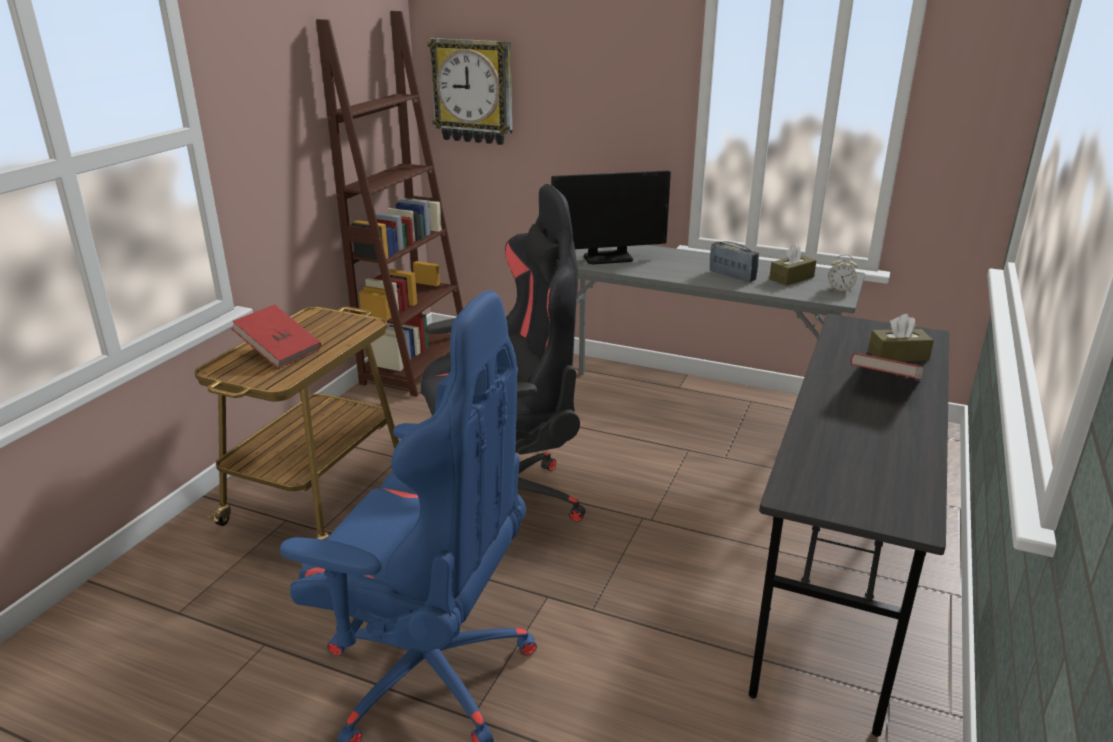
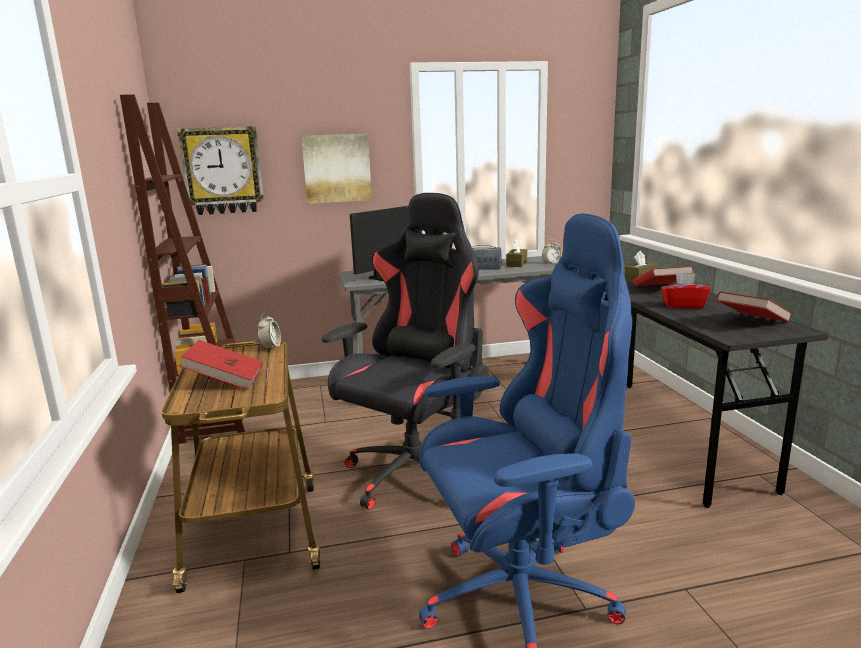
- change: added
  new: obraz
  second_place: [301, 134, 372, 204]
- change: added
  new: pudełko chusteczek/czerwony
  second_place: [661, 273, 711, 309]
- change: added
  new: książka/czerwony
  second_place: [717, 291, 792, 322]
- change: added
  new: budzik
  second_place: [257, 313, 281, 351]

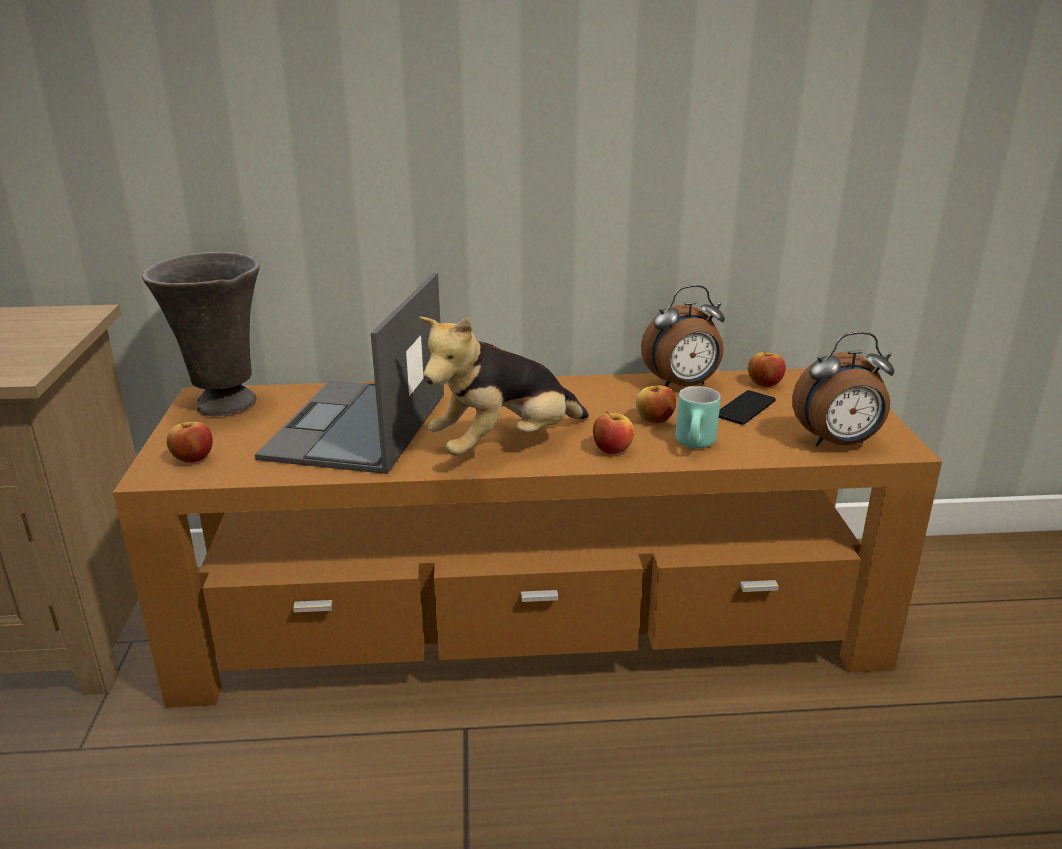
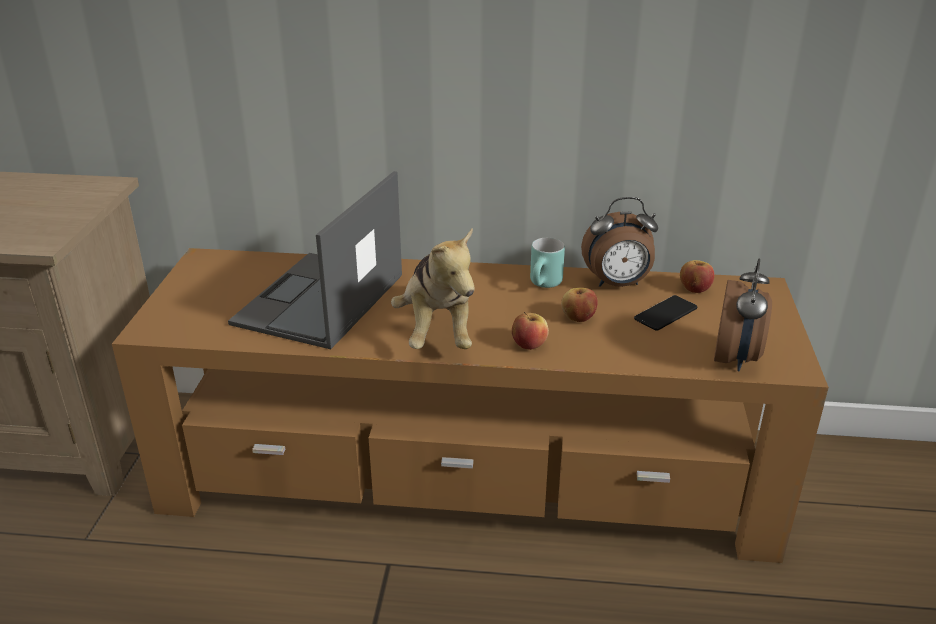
- change: removed
  old: wazon/szary
  first_place: [142, 252, 260, 416]
- change: turned
  old: pluszak
  first_place: [419, 317, 589, 456]
  second_place: [391, 227, 475, 349]
  degrees: -75
- change: turned
  old: budzik
  first_place: [792, 332, 895, 447]
  second_place: [714, 259, 772, 371]
  degrees: -75
- change: moved
  old: kubek/turkusowy
  first_place: [676, 386, 721, 448]
  second_place: [530, 238, 565, 288]
- change: removed
  old: jabłko
  first_place: [166, 422, 213, 463]

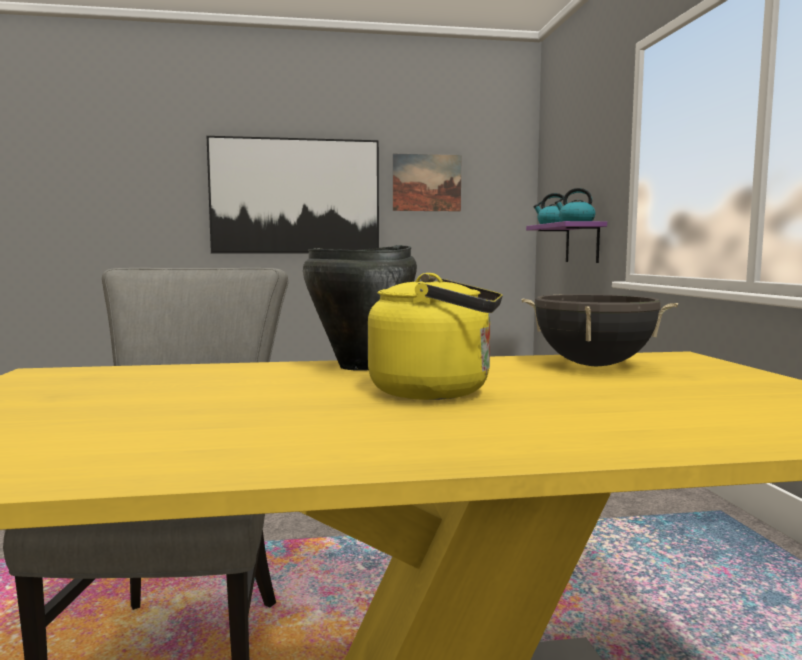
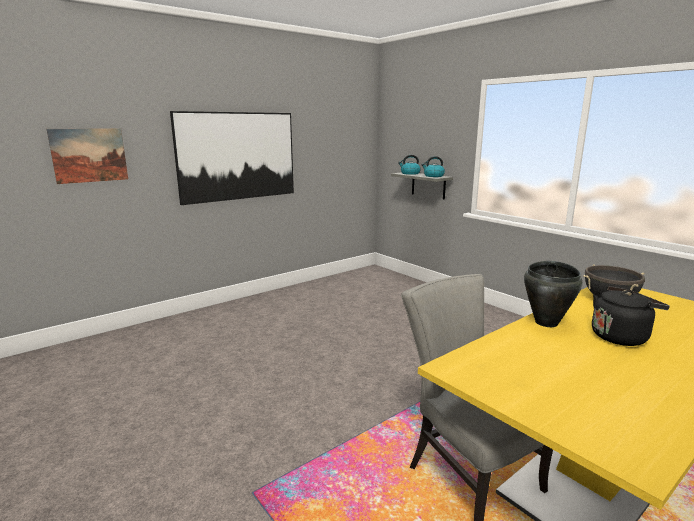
- change: moved
  old: obraz
  first_place: [393, 153, 461, 211]
  second_place: [47, 128, 128, 184]
- change: recoloured
  old: półka/fioletowy
  new: półka/szary
  first_place: [526, 221, 607, 263]
  second_place: [391, 172, 453, 199]
- change: recoloured
  old: czajnik/żółty
  new: czajnik/czarny
  first_place: [368, 273, 502, 400]
  second_place: [592, 286, 670, 346]

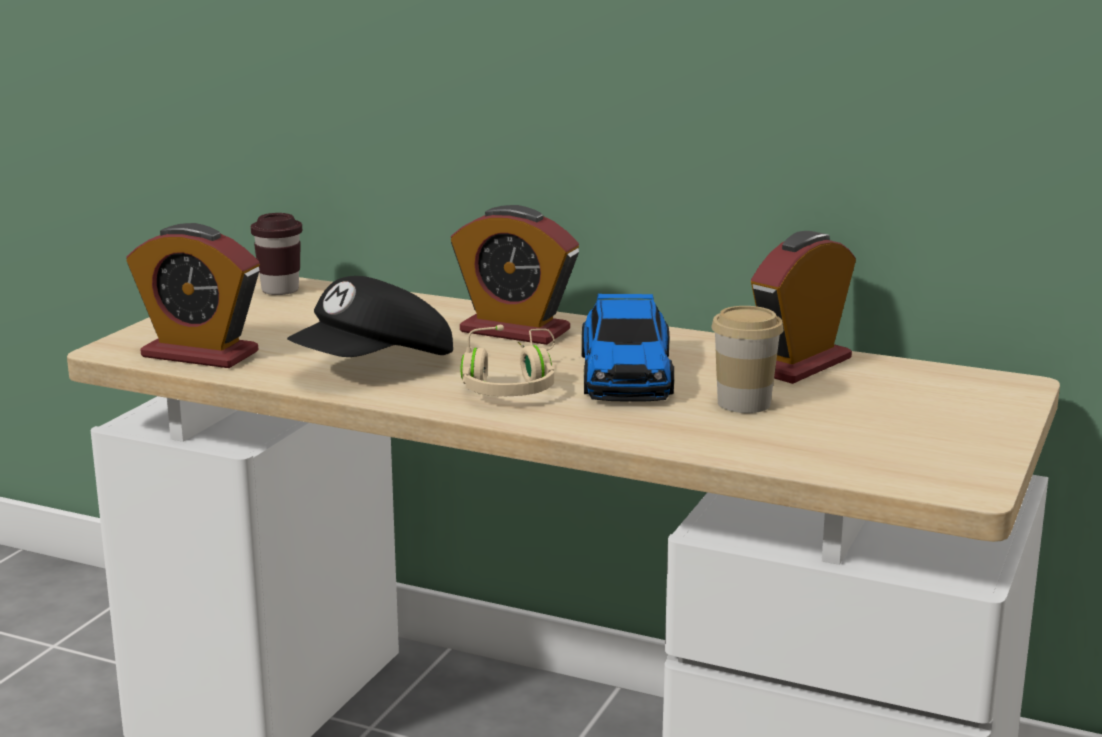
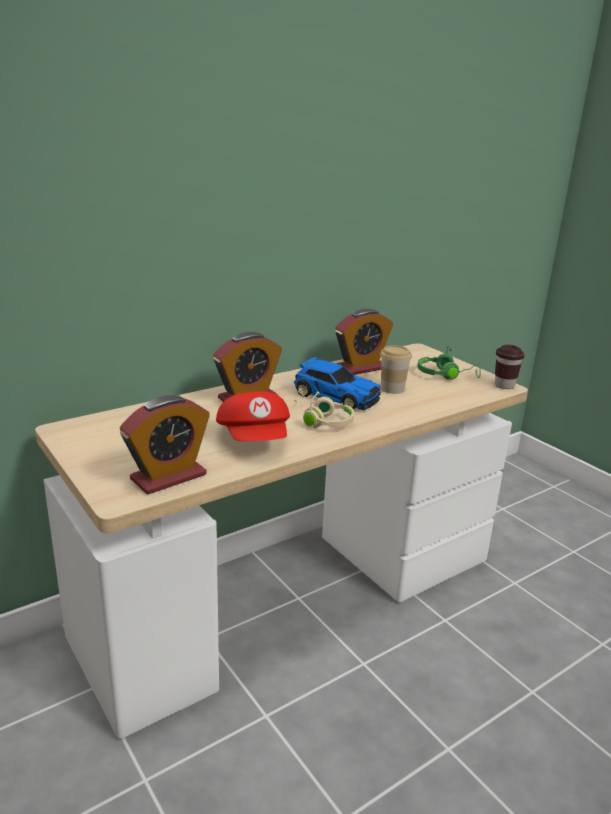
- change: moved
  old: filiżanka/brązowy
  first_place: [251, 213, 302, 295]
  second_place: [495, 345, 525, 389]
- change: turned
  old: budzik
  first_place: [751, 231, 856, 384]
  second_place: [335, 309, 393, 375]
  degrees: -105
- change: recoloured
  old: czapka z daszkiem/czarny
  new: czapka z daszkiem/czerwony
  first_place: [287, 276, 453, 357]
  second_place: [216, 391, 290, 441]
- change: added
  new: słuchawki/zielony
  second_place: [417, 346, 480, 380]

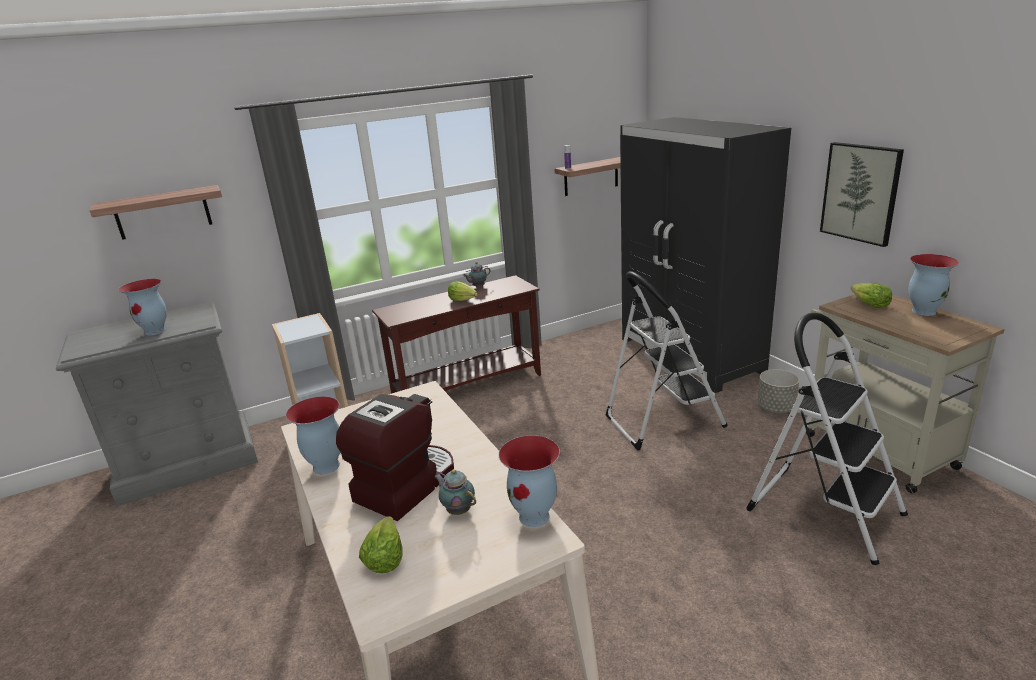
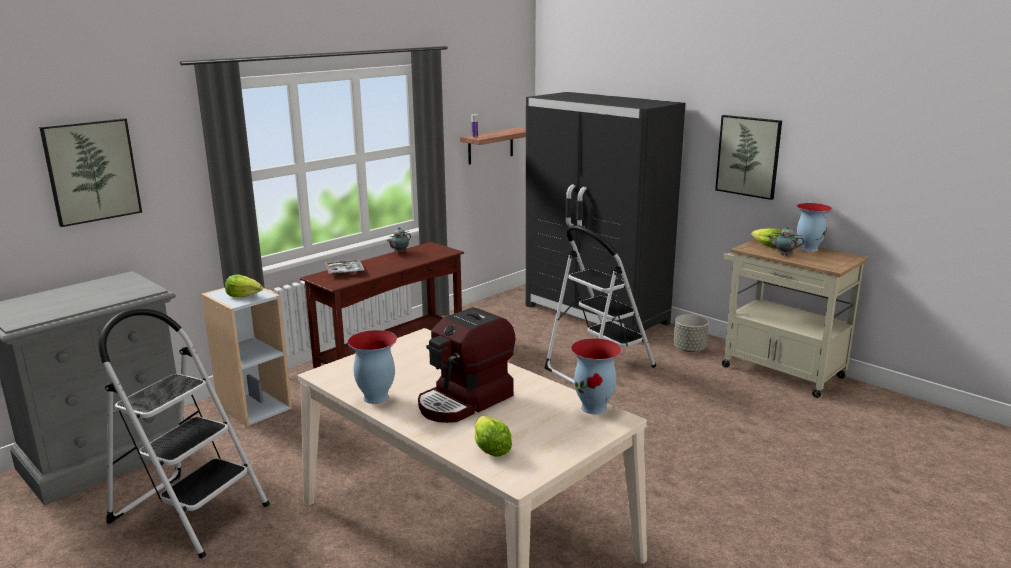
- change: replaced
  old: półka
  new: obraz
  first_place: [90, 185, 222, 240]
  second_place: [39, 118, 142, 227]
- change: removed
  old: wazon
  first_place: [118, 279, 167, 336]
- change: moved
  old: sałata
  first_place: [448, 281, 478, 301]
  second_place: [225, 274, 263, 297]
- change: moved
  old: drabinka
  first_place: [747, 313, 908, 565]
  second_place: [98, 308, 270, 558]
- change: turned
  old: ekspres do kawy
  first_place: [336, 394, 454, 521]
  second_place: [418, 307, 515, 423]
  degrees: -150
- change: moved
  old: imbryk
  first_place: [434, 469, 476, 515]
  second_place: [768, 226, 804, 255]
- change: added
  new: taca
  second_place: [325, 260, 364, 274]

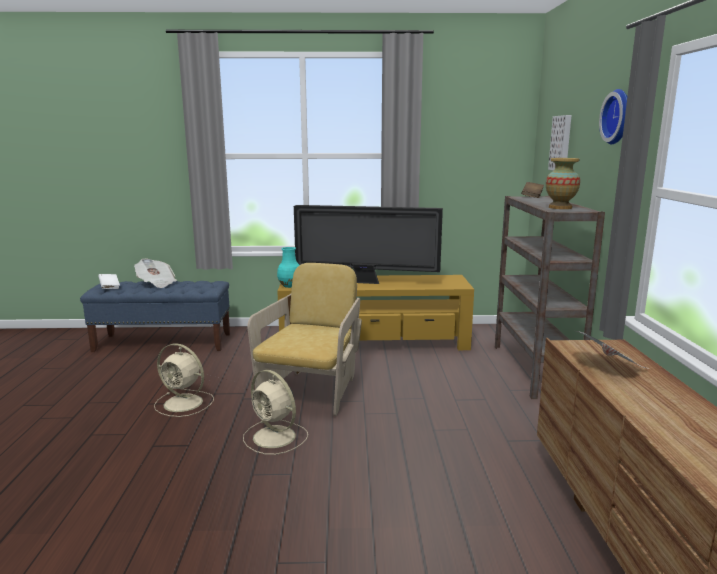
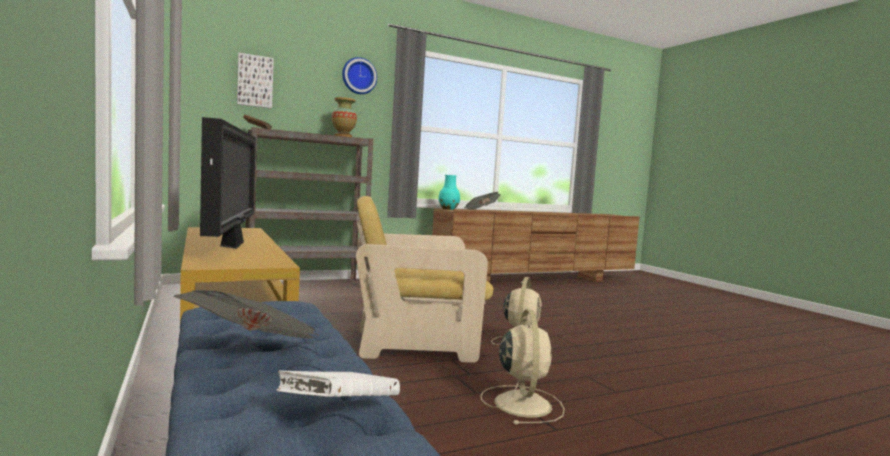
- change: moved
  old: wazon/turkusowy
  first_place: [277, 247, 299, 288]
  second_place: [438, 175, 460, 210]

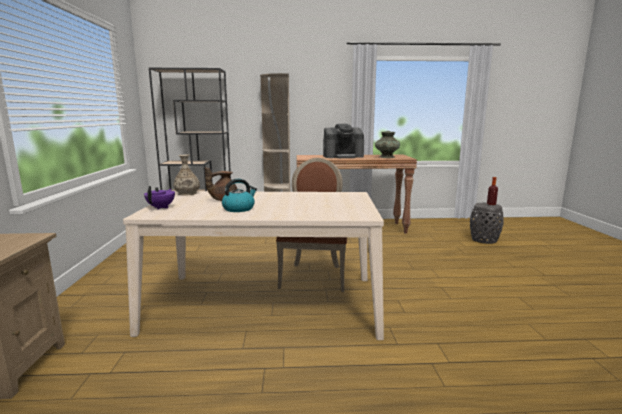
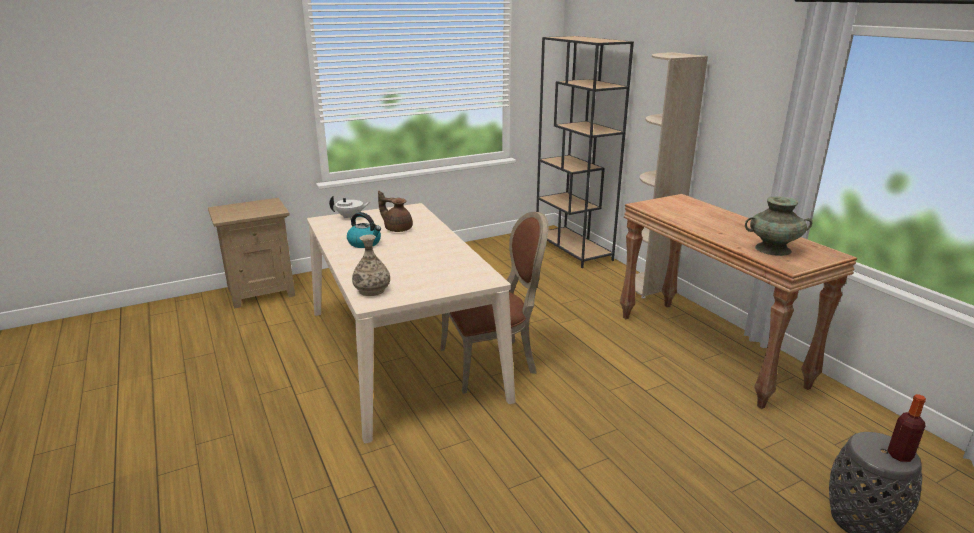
- change: removed
  old: ekspres do kawy
  first_place: [323, 124, 364, 158]
- change: moved
  old: wazon
  first_place: [173, 154, 200, 196]
  second_place: [352, 235, 390, 296]
- change: recoloured
  old: imbryk/fioletowy
  new: imbryk/biały
  first_place: [144, 186, 175, 210]
  second_place: [329, 196, 370, 220]

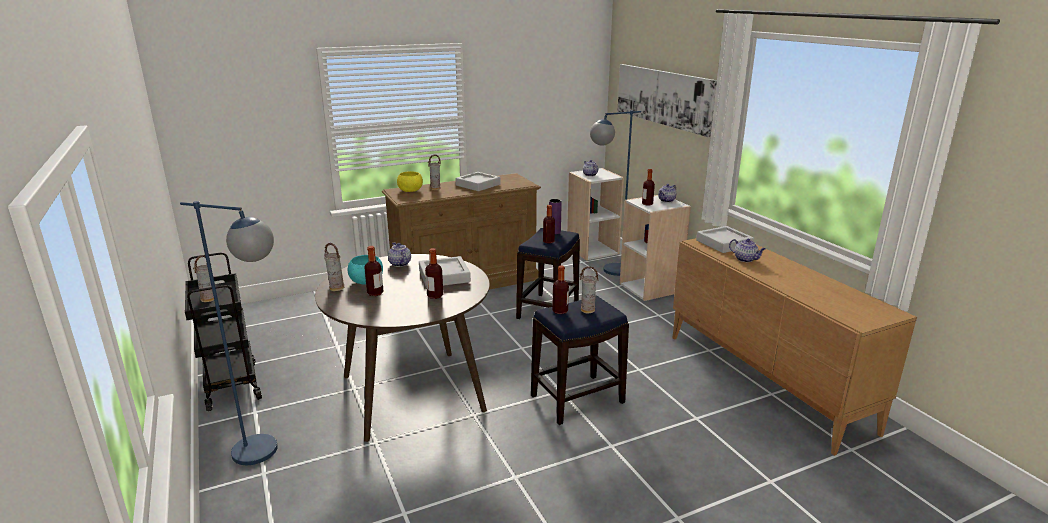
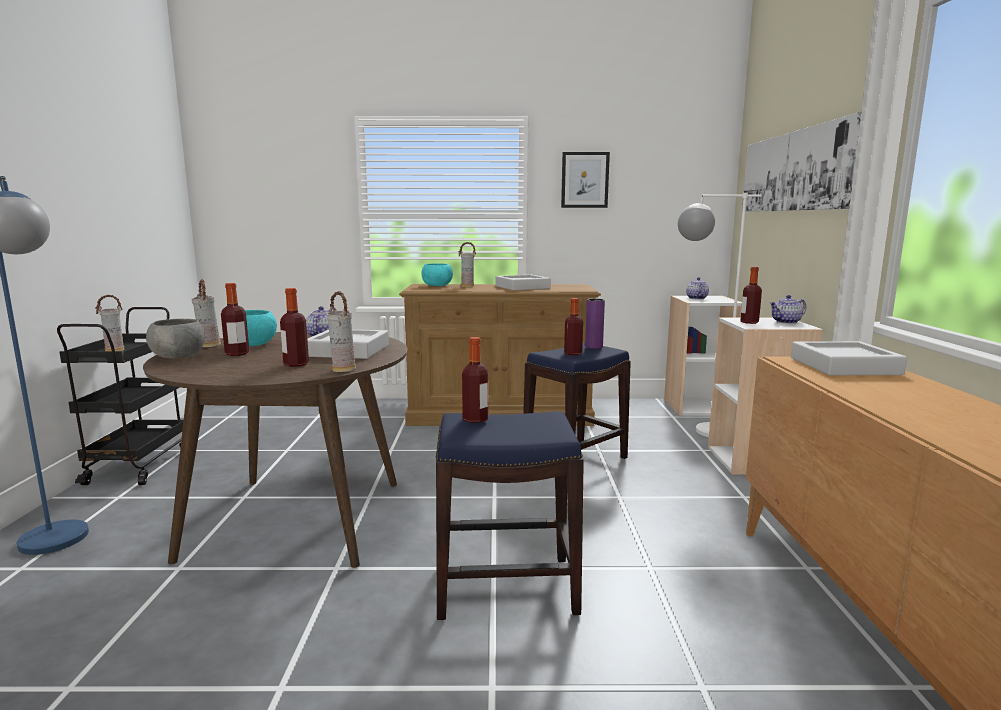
- change: recoloured
  old: lampa stojąca/niebieski
  new: lampa stojąca/biały
  first_place: [590, 110, 641, 276]
  second_place: [678, 193, 762, 437]
- change: recoloured
  old: miska/żółty
  new: miska/turkusowy
  first_place: [397, 171, 423, 192]
  second_place: [422, 264, 453, 286]
- change: removed
  old: imbryk
  first_place: [729, 239, 766, 262]
- change: moved
  old: wazon
  first_place: [580, 266, 599, 313]
  second_place: [327, 291, 356, 372]
- change: added
  new: obraz
  second_place: [561, 152, 610, 208]
- change: added
  new: miska/szary
  second_place: [146, 319, 205, 359]

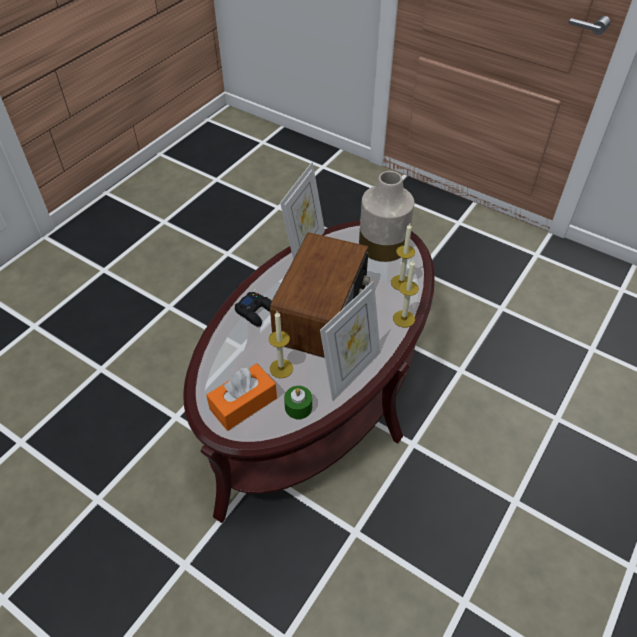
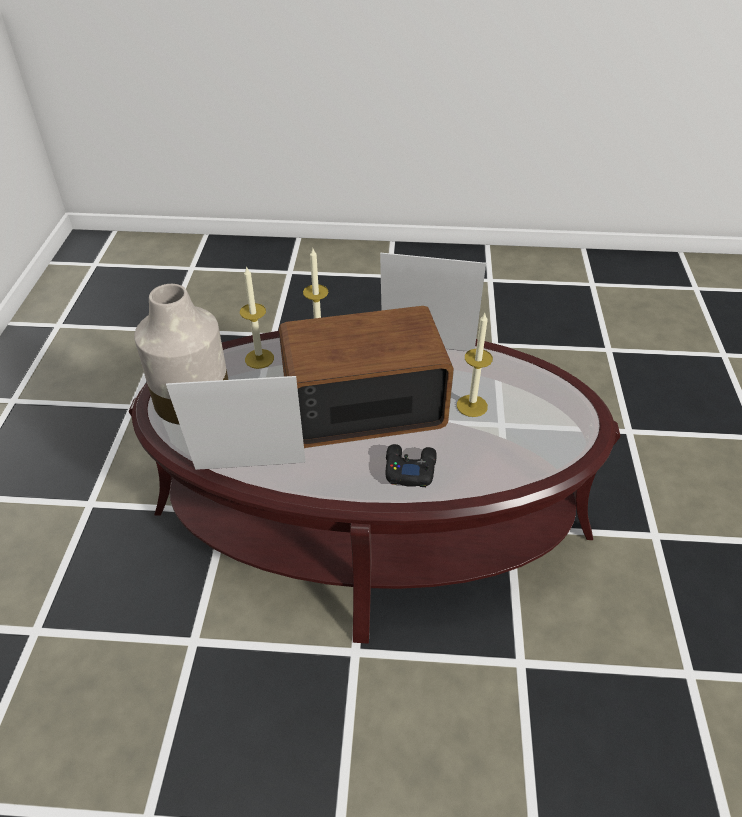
- change: removed
  old: pudełko chusteczek/pomarańczowy
  first_place: [206, 363, 277, 431]
- change: removed
  old: świeca/zielony
  first_place: [284, 386, 312, 419]

